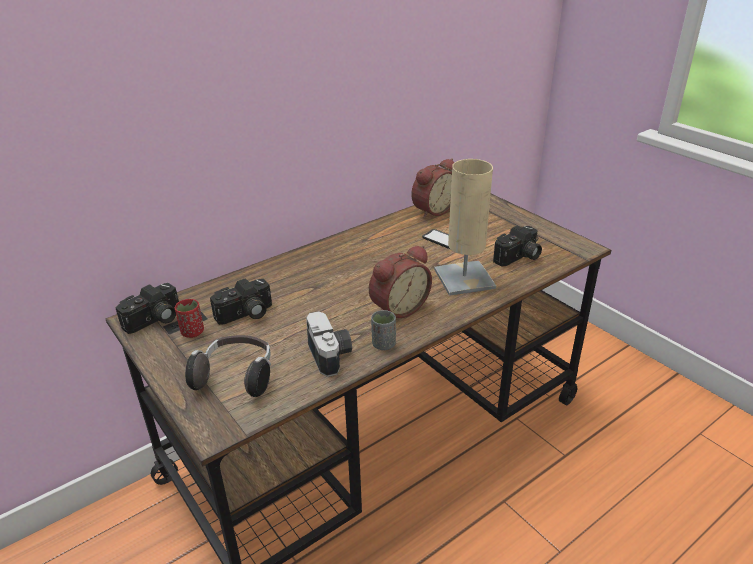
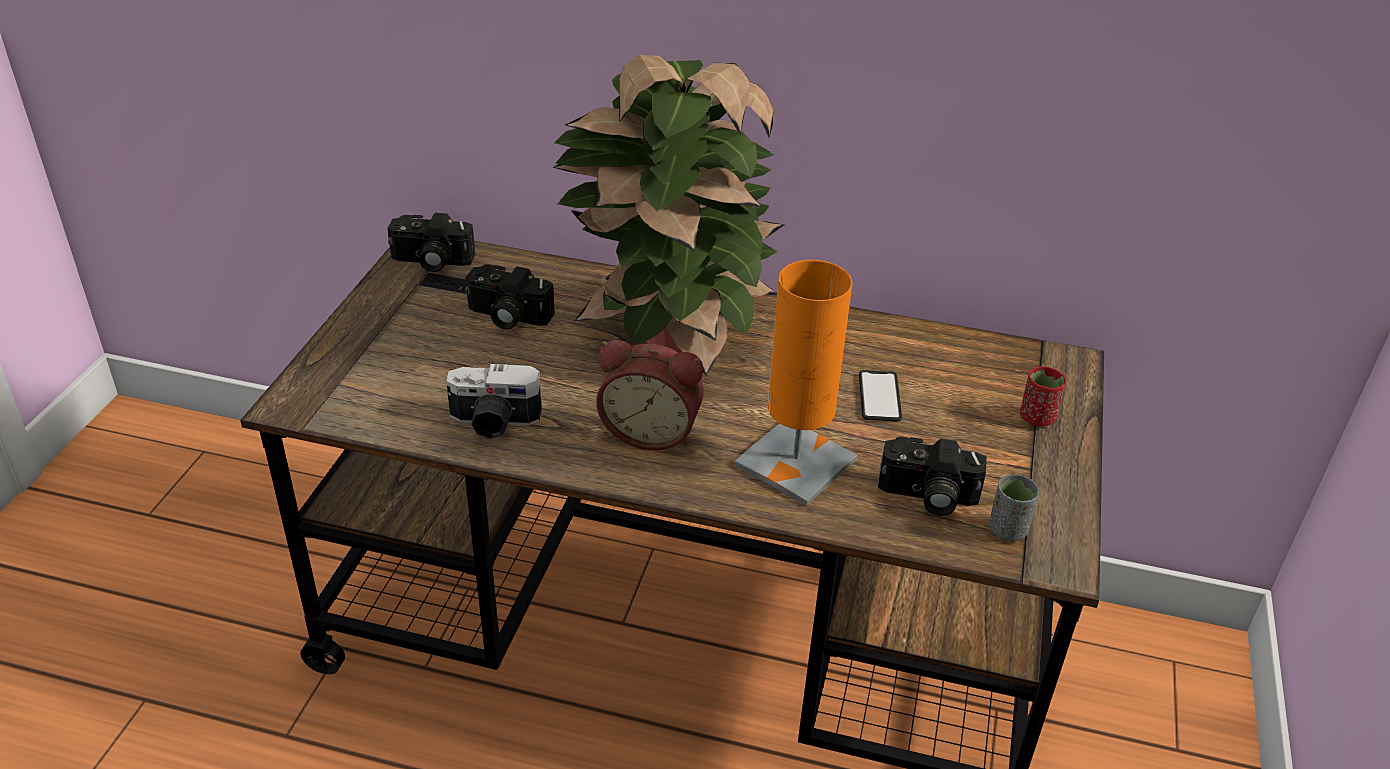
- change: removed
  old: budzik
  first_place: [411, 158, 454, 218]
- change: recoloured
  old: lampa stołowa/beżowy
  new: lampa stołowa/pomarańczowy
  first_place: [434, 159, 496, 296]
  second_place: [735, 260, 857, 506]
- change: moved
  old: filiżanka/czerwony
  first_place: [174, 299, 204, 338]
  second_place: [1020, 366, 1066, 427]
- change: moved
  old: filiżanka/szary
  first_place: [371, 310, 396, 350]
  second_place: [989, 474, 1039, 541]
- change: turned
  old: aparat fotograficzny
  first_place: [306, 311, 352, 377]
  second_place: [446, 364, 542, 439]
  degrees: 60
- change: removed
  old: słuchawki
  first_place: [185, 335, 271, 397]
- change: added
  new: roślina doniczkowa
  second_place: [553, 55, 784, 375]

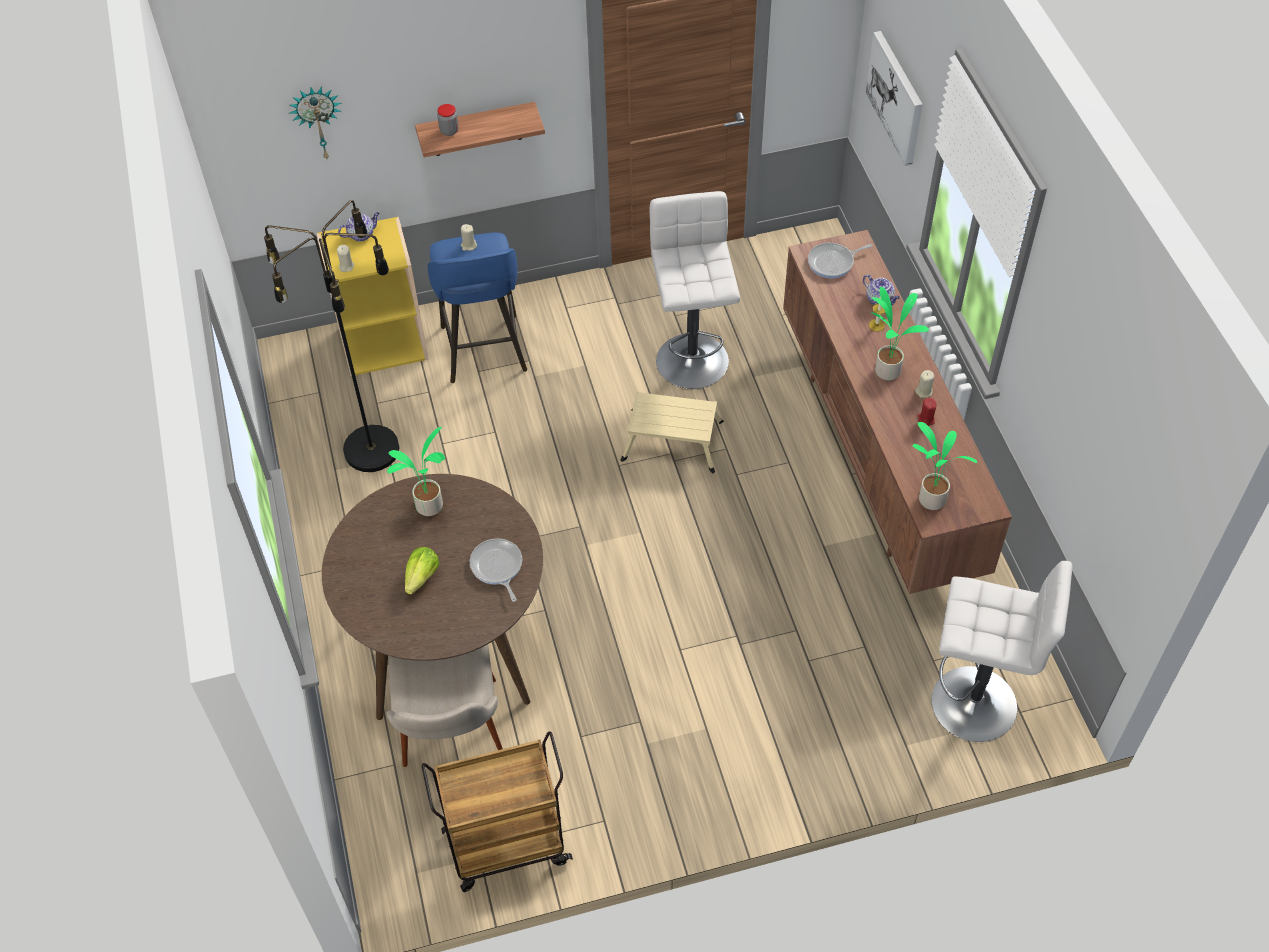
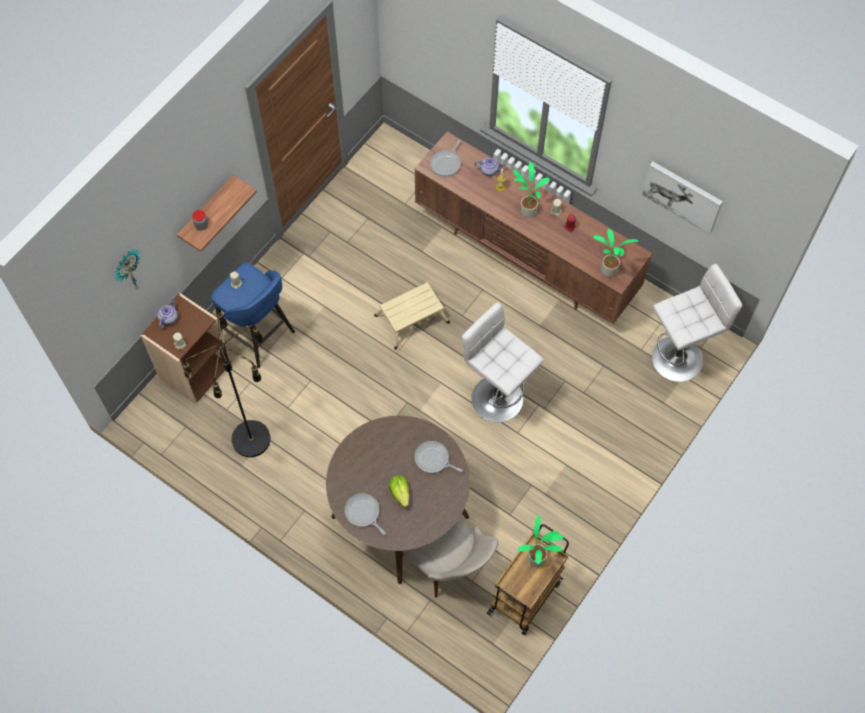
- change: moved
  old: obraz
  first_place: [866, 31, 923, 166]
  second_place: [642, 162, 723, 234]
- change: moved
  old: stołek/biały
  first_place: [650, 191, 740, 389]
  second_place: [462, 302, 544, 422]
- change: recoloured
  old: regał/żółty
  new: regał/brązowy
  first_place: [317, 217, 429, 376]
  second_place: [140, 293, 231, 404]
- change: moved
  old: roślina doniczkowa
  first_place: [387, 427, 445, 516]
  second_place: [518, 516, 564, 567]
- change: added
  new: patelnia
  second_place: [345, 493, 386, 535]

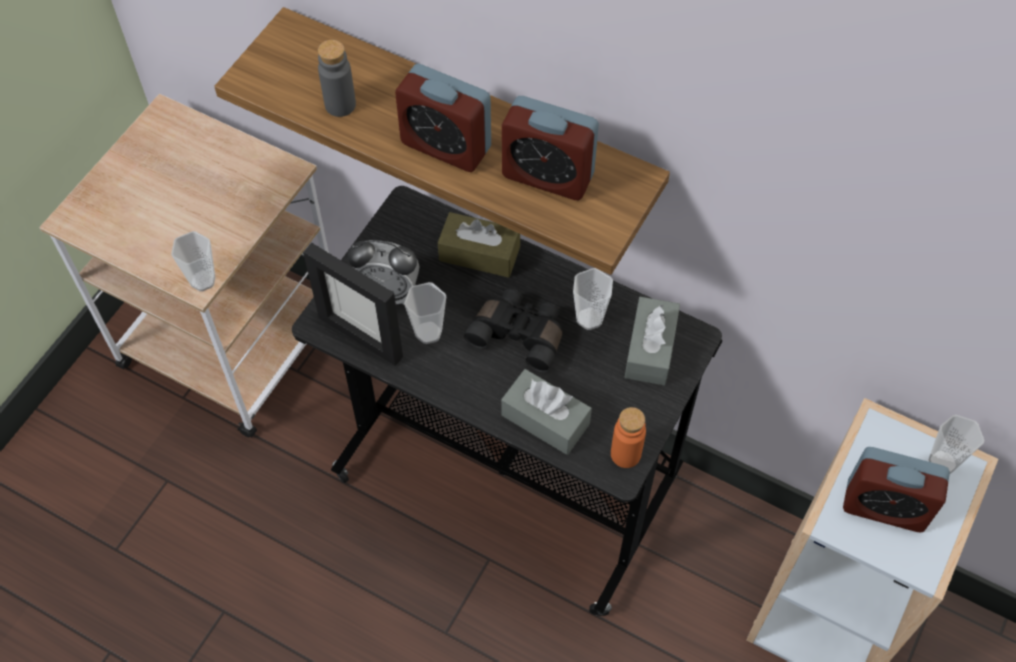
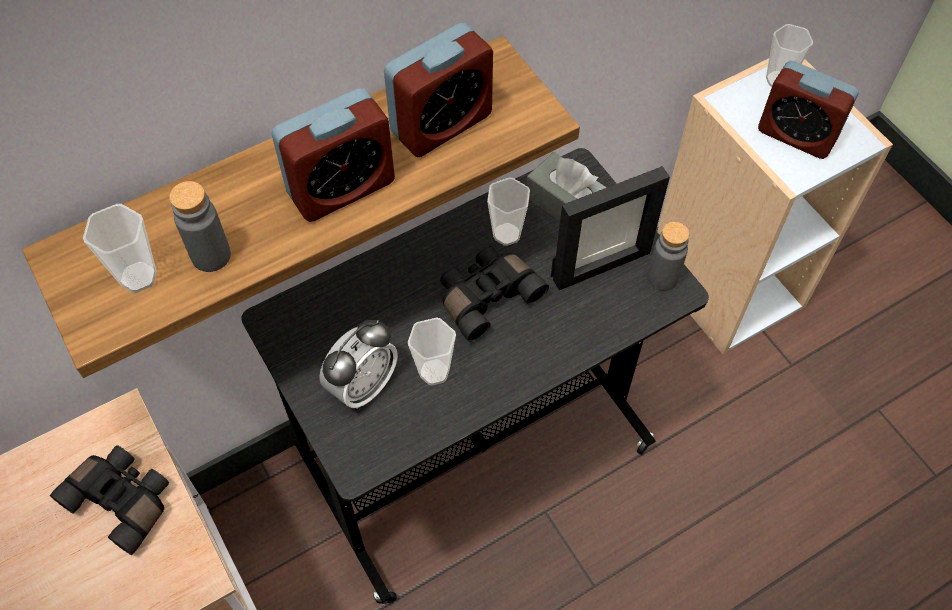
- change: removed
  old: pudełko chusteczek/brązowy
  first_place: [438, 212, 520, 278]
- change: moved
  old: filiżanka
  first_place: [171, 231, 215, 291]
  second_place: [83, 204, 157, 293]
- change: moved
  old: ramka na zdjęcie
  first_place: [303, 243, 403, 366]
  second_place: [551, 166, 670, 290]
- change: removed
  old: pudełko chusteczek/szary
  first_place: [501, 369, 592, 455]
- change: recoloured
  old: butelka/pomarańczowy
  new: butelka/szary
  first_place: [611, 407, 646, 468]
  second_place: [647, 222, 689, 291]
- change: turned
  old: budzik
  first_place: [843, 447, 950, 532]
  second_place: [758, 61, 858, 159]
  degrees: 75
- change: added
  new: lornetka/czarny
  second_place: [50, 445, 169, 555]

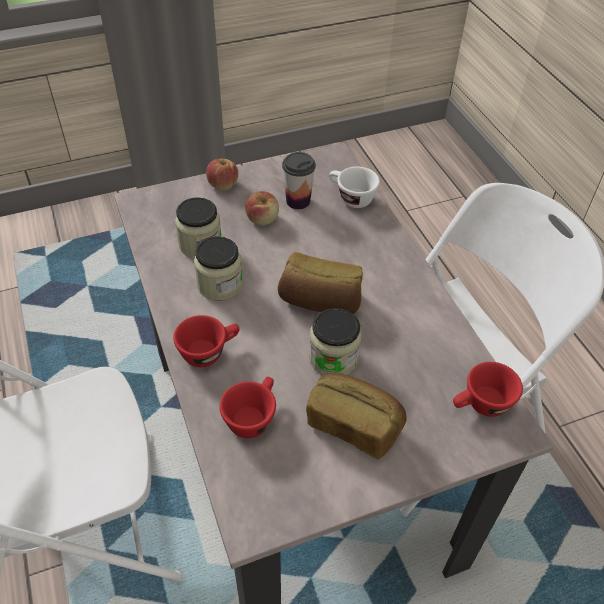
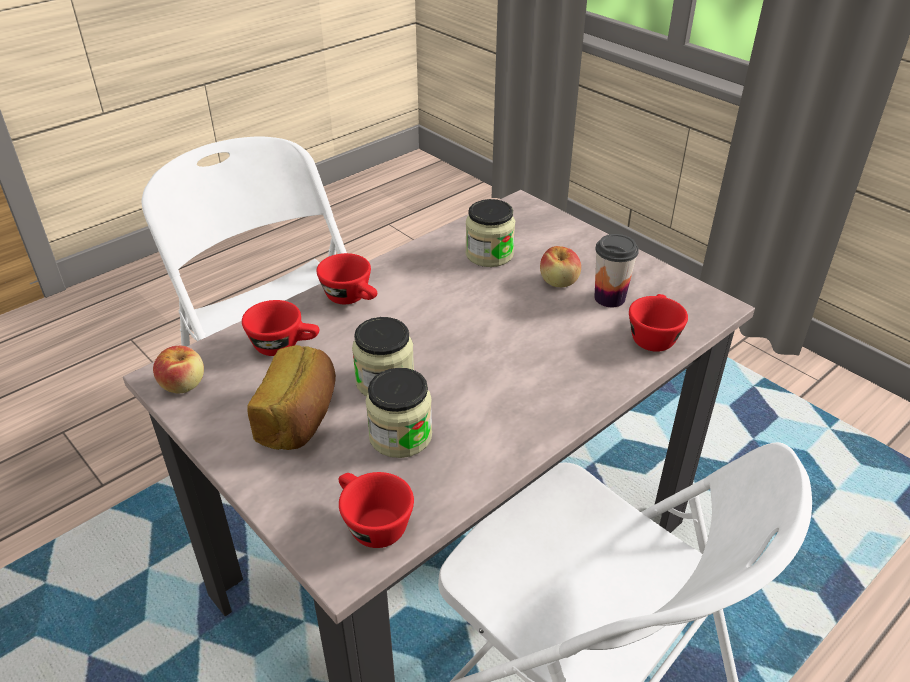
- change: moved
  old: jabłko
  first_place: [206, 159, 238, 191]
  second_place: [153, 346, 204, 393]
- change: recoloured
  old: filiżanka/biały
  new: filiżanka/czerwony
  first_place: [329, 167, 380, 208]
  second_place: [629, 294, 688, 352]
- change: moved
  old: słoik
  first_place: [194, 236, 243, 301]
  second_place: [365, 368, 432, 458]
- change: removed
  old: chleb
  first_place: [278, 252, 363, 314]

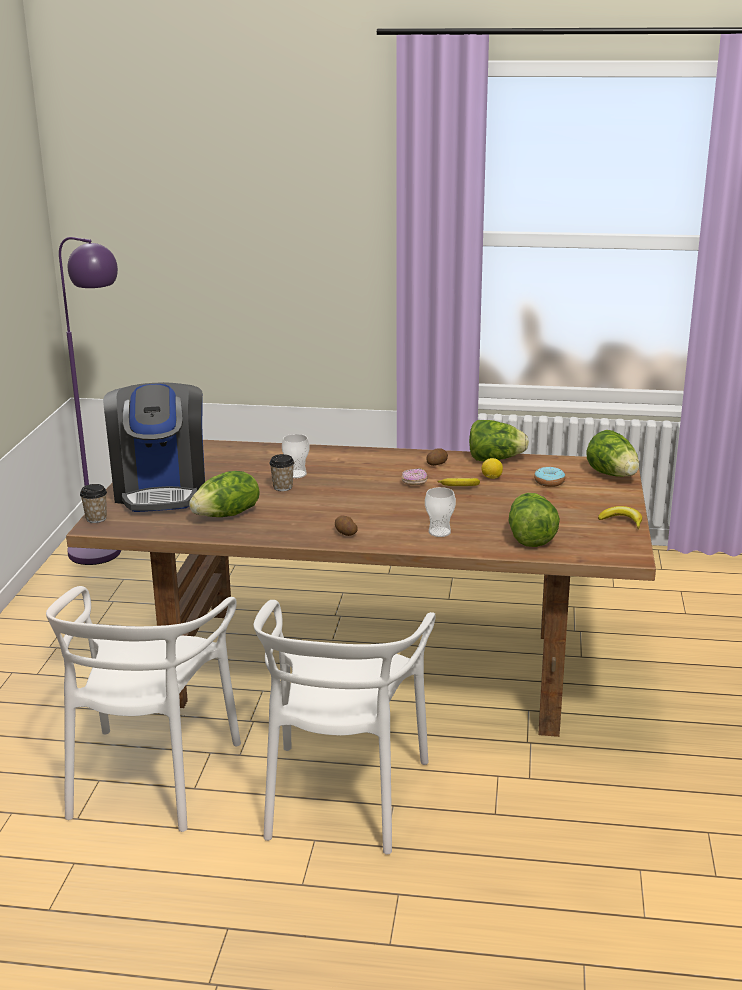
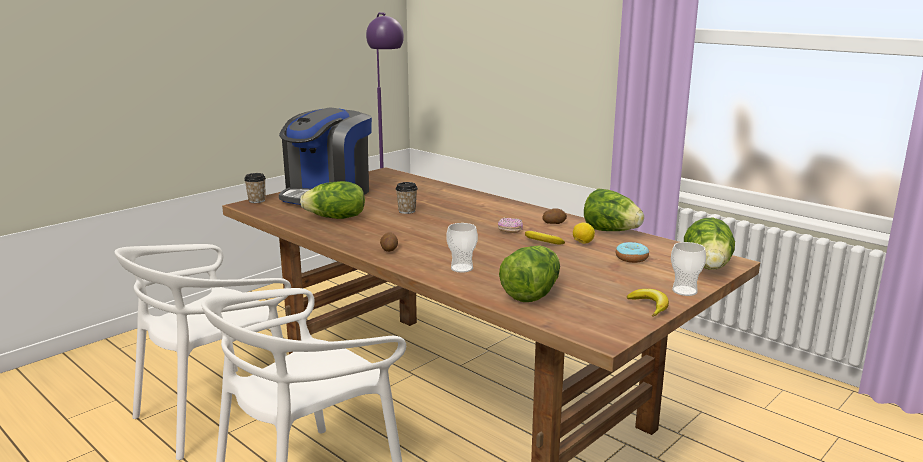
- change: moved
  old: filiżanka
  first_place: [282, 434, 310, 478]
  second_place: [671, 242, 706, 296]

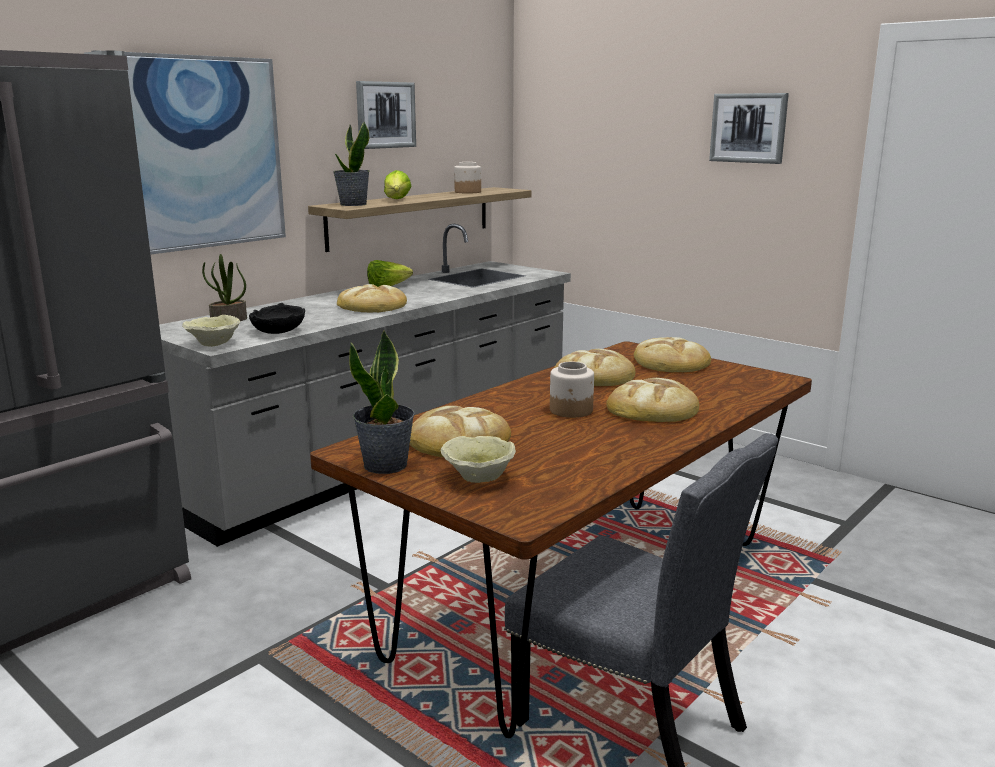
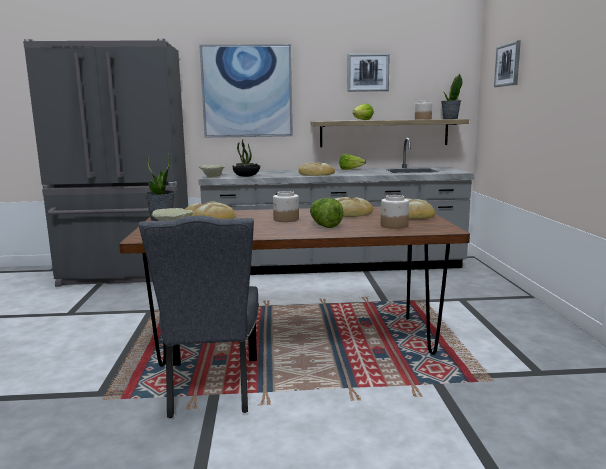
- change: moved
  old: obraz
  first_place: [709, 93, 789, 164]
  second_place: [494, 40, 521, 87]
- change: moved
  old: roślina doniczkowa
  first_place: [333, 121, 370, 206]
  second_place: [441, 74, 462, 119]
- change: replaced
  old: chleb
  new: sałata
  first_place: [607, 378, 699, 422]
  second_place: [310, 198, 344, 228]
- change: added
  new: słoik
  second_place: [381, 195, 409, 229]

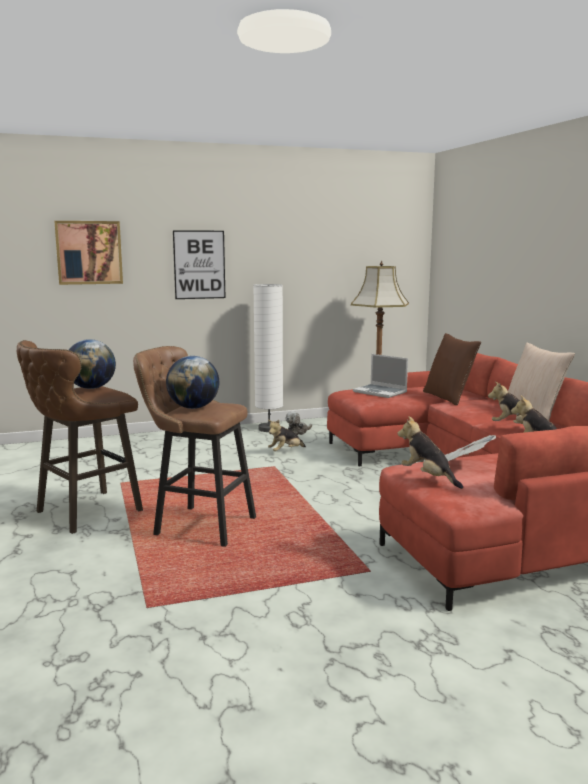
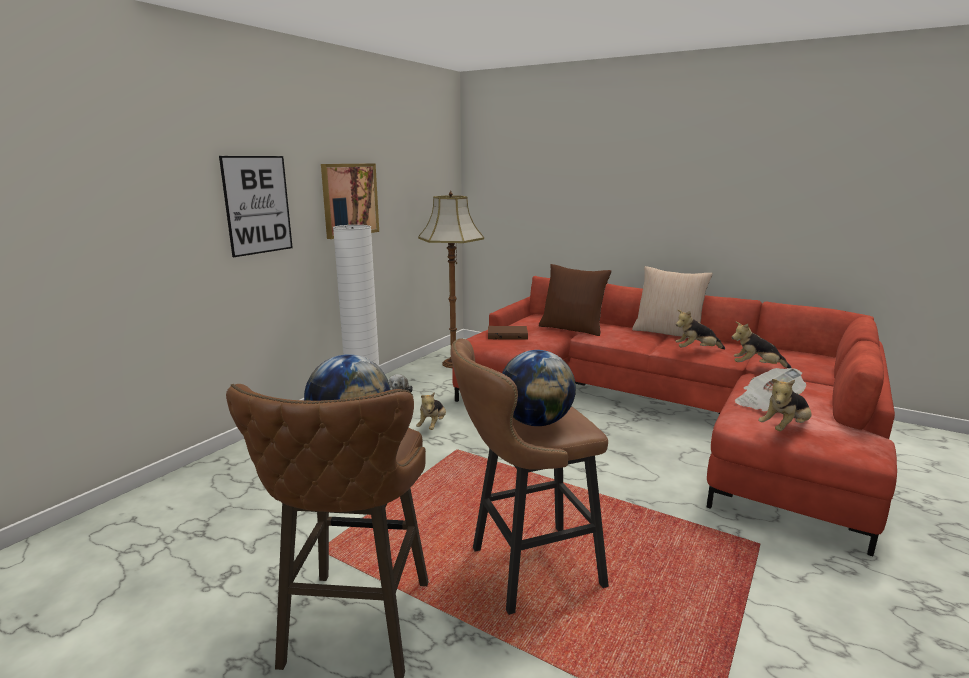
- change: moved
  old: obraz
  first_place: [54, 221, 123, 285]
  second_place: [321, 163, 379, 239]
- change: replaced
  old: laptop
  new: książka/brązowy
  first_place: [353, 354, 408, 398]
  second_place: [488, 326, 528, 340]
- change: turned
  old: pluszak
  first_place: [398, 416, 463, 489]
  second_place: [758, 379, 811, 431]
  degrees: -45

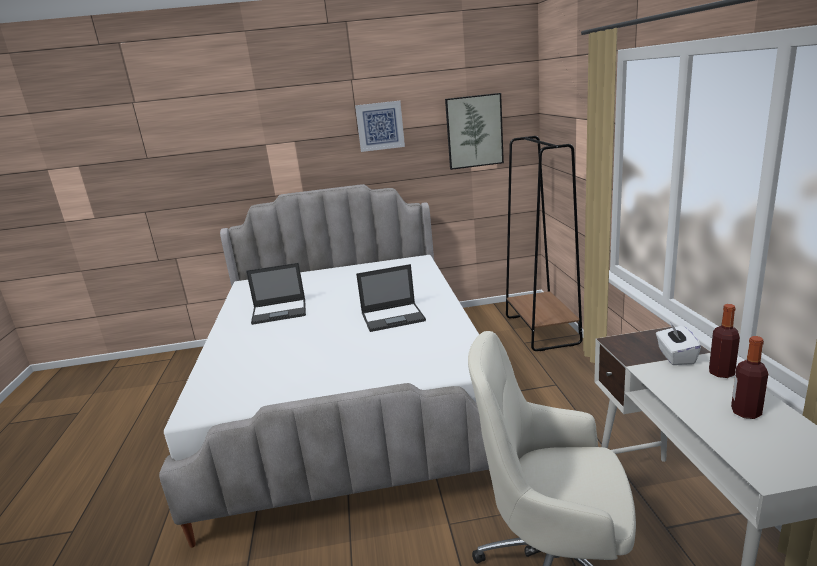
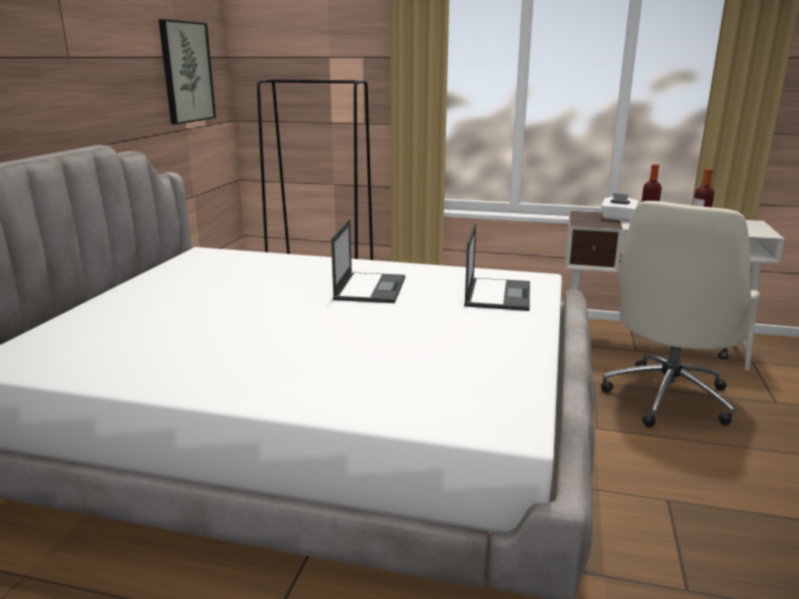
- change: removed
  old: obraz
  first_place: [355, 101, 405, 152]
- change: moved
  old: laptop
  first_place: [246, 263, 306, 325]
  second_place: [464, 223, 530, 311]

